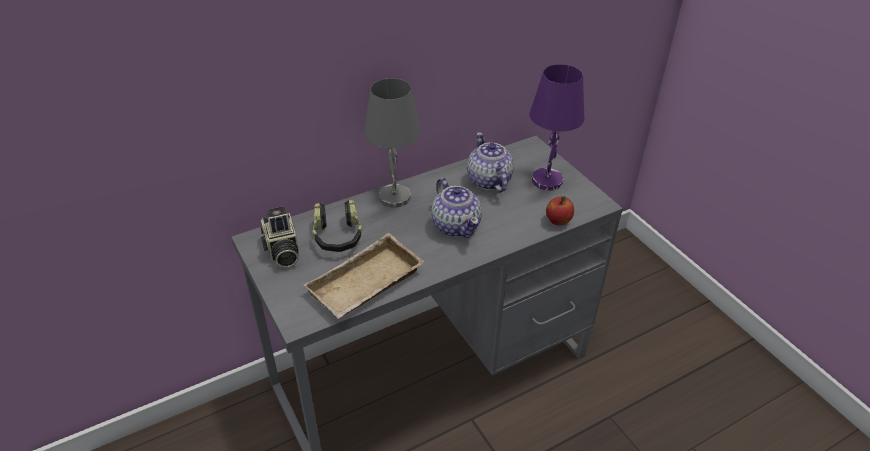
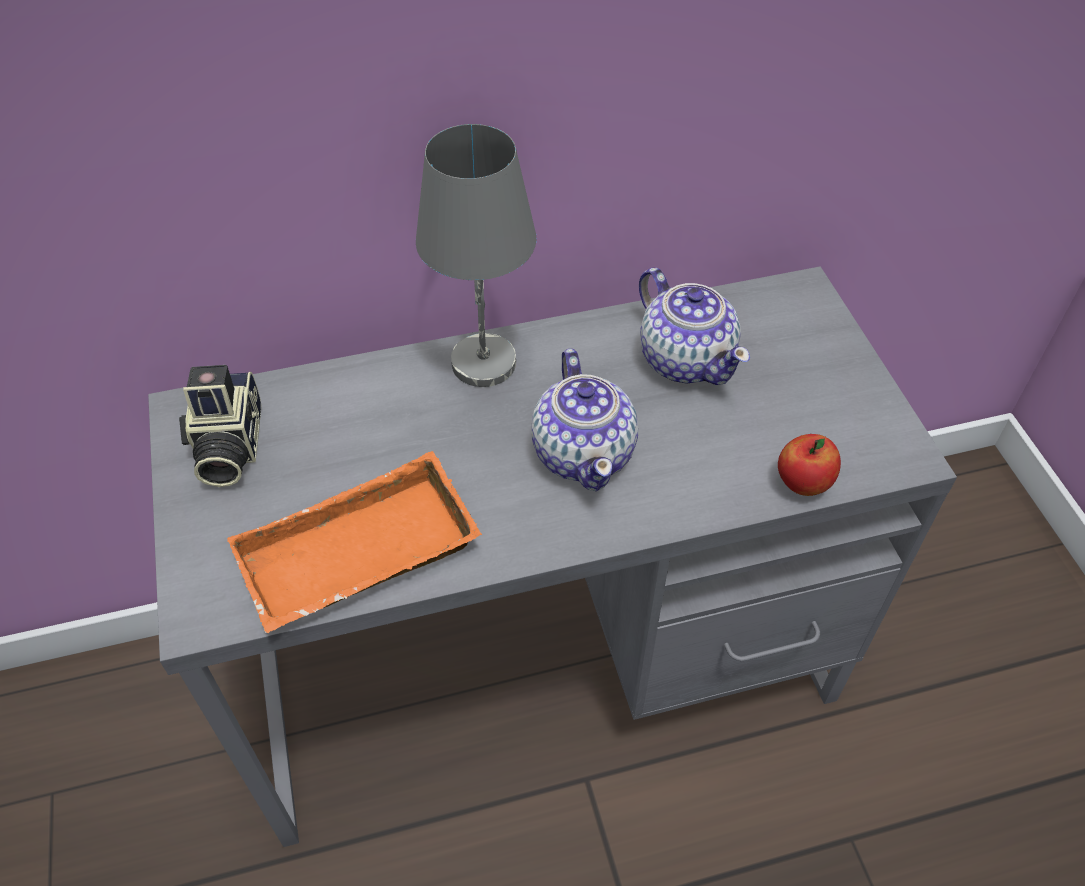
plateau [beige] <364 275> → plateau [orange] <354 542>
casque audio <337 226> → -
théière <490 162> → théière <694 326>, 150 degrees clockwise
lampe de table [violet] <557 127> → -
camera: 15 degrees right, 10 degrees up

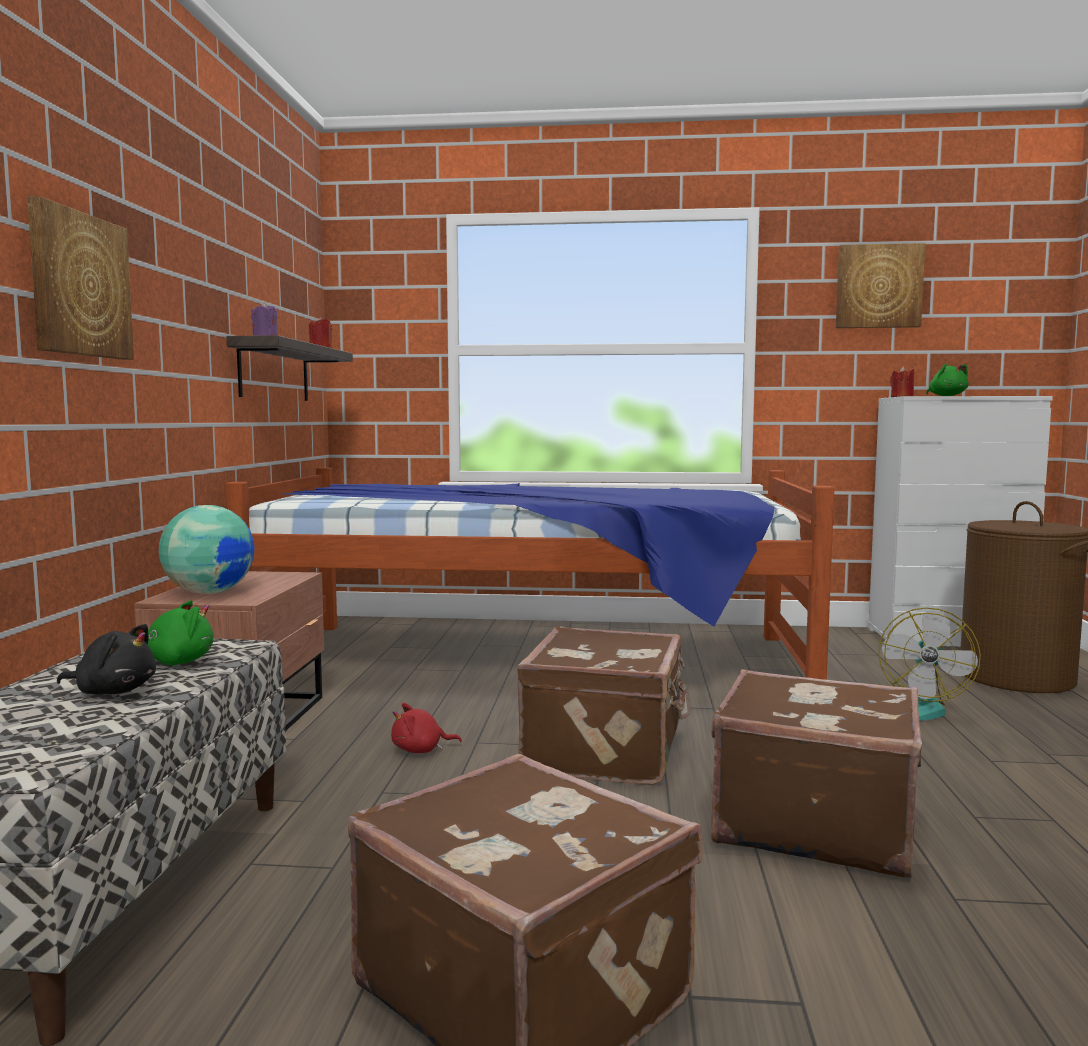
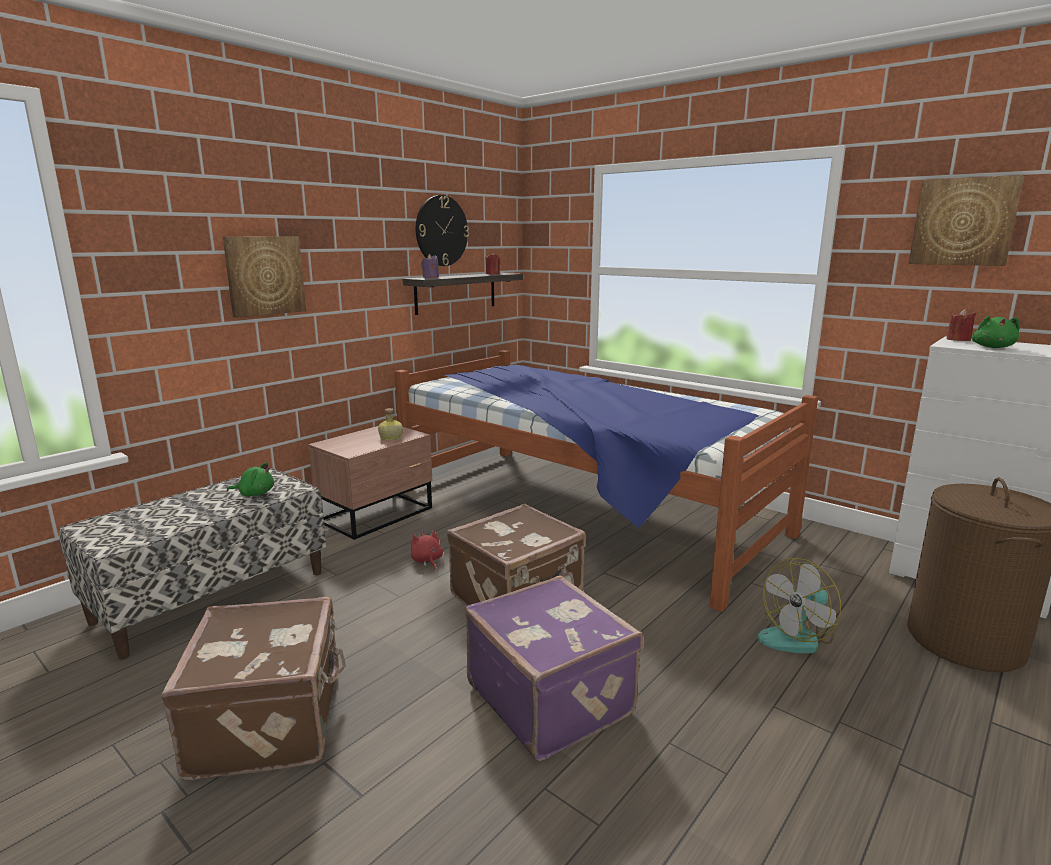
peluche [noir] <106 659> → -
globe <207 549> → -
peluche [rouge] <426 728> → peluche [rouge] <427 550>, 45 degrees clockwise
valise [marron] <816 773> → valise [violet] <554 668>
- → bouteille <390 424>
- → horloge murale <442 230>
camera: 35 degrees right, 10 degrees up

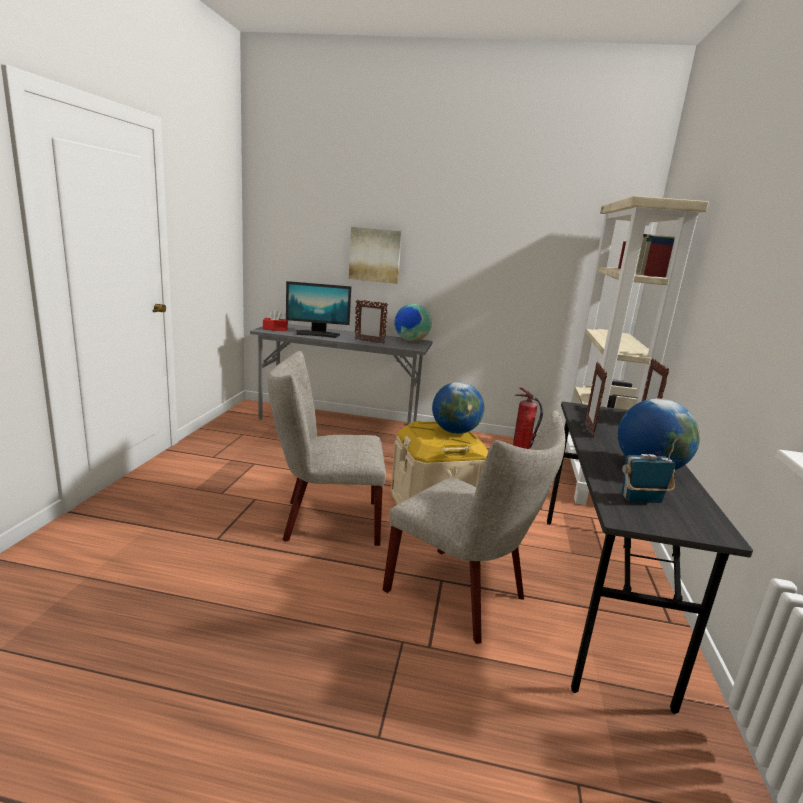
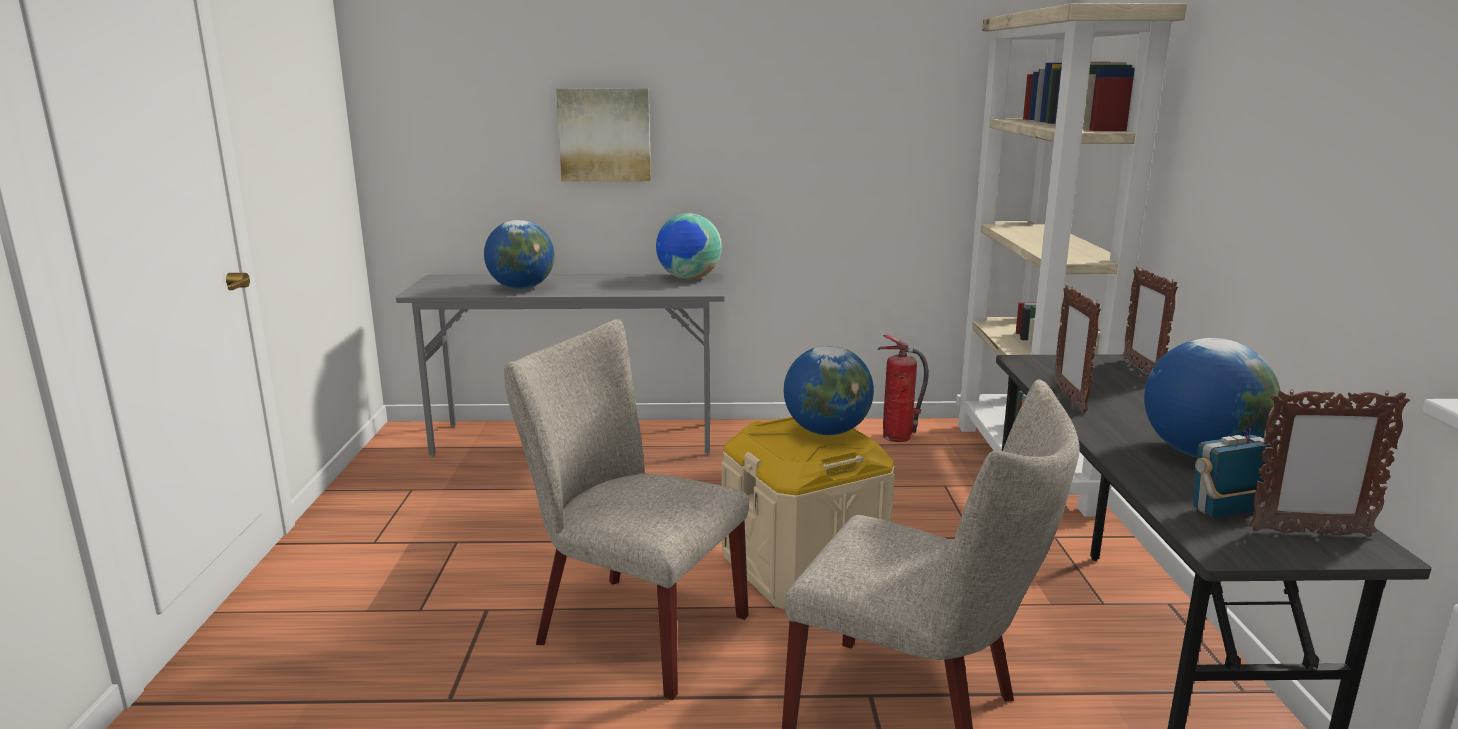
boîte à mouchoirs [rouge] <275 320> → -
chaise [beige] <327 448> → chaise [beige] <626 509>, 45 degrees clockwise
écran d'ordinateur <318 309> → globe <519 254>
cadre photo <371 322> → cadre photo <1329 463>, shifted
camera: 10 degrees left, 0 degrees up

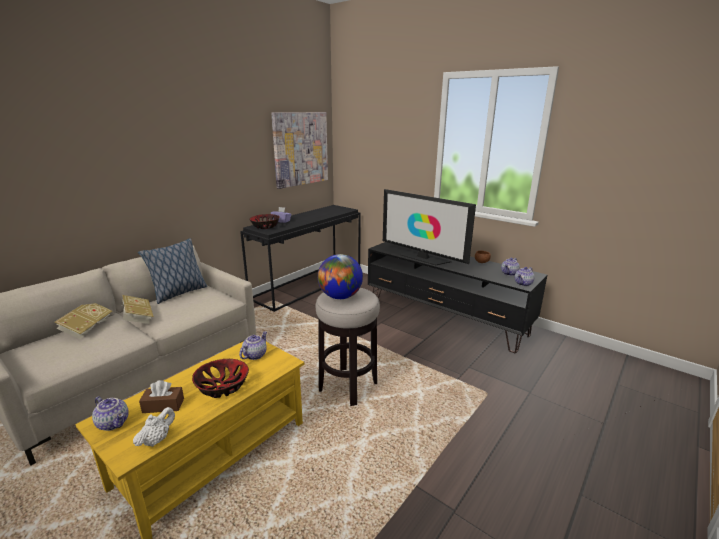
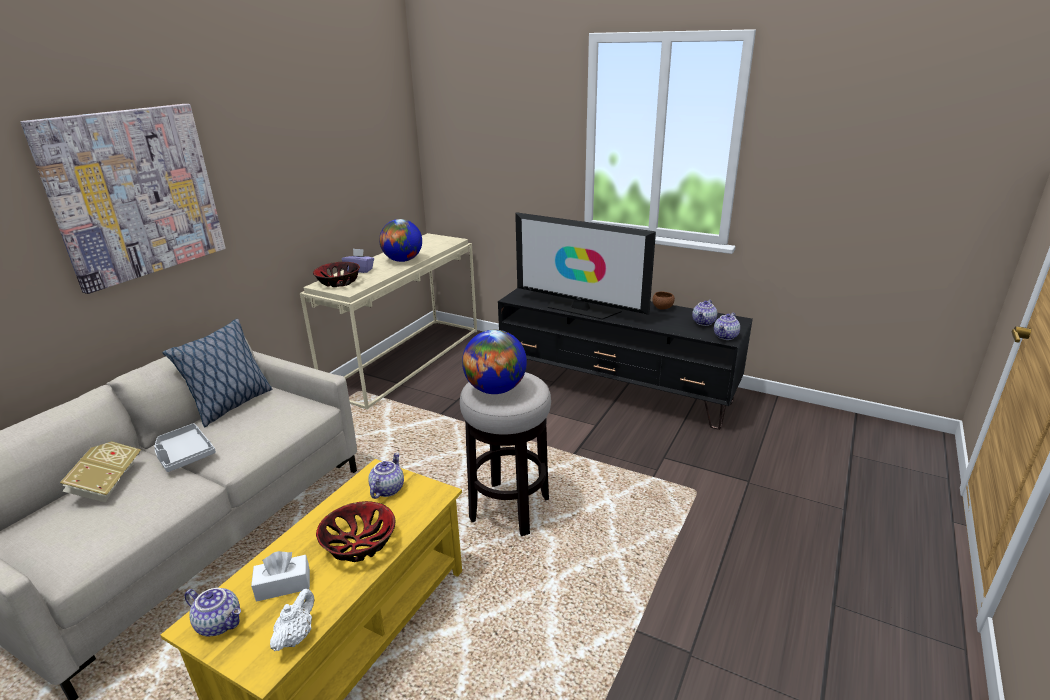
livre <138 309> → plateau [gris] <185 447>
boîte à mouchoirs [marron] <161 396> → boîte à mouchoirs [blanc] <280 576>
table console [noir] <300 258> → table console [beige] <388 321>
tableau <299 150> → tableau <123 199>, shifted
- → globe <400 240>
camera: 10 degrees left, 5 degrees up

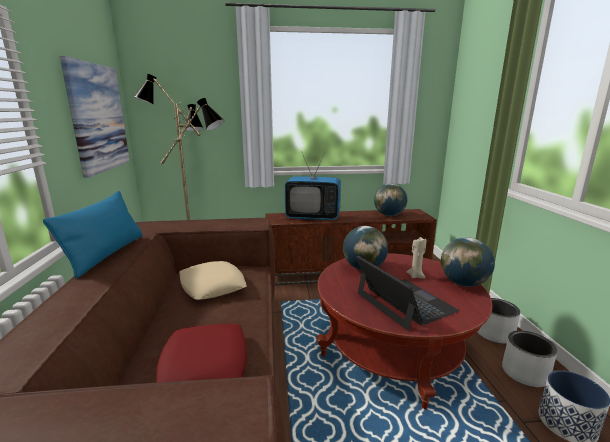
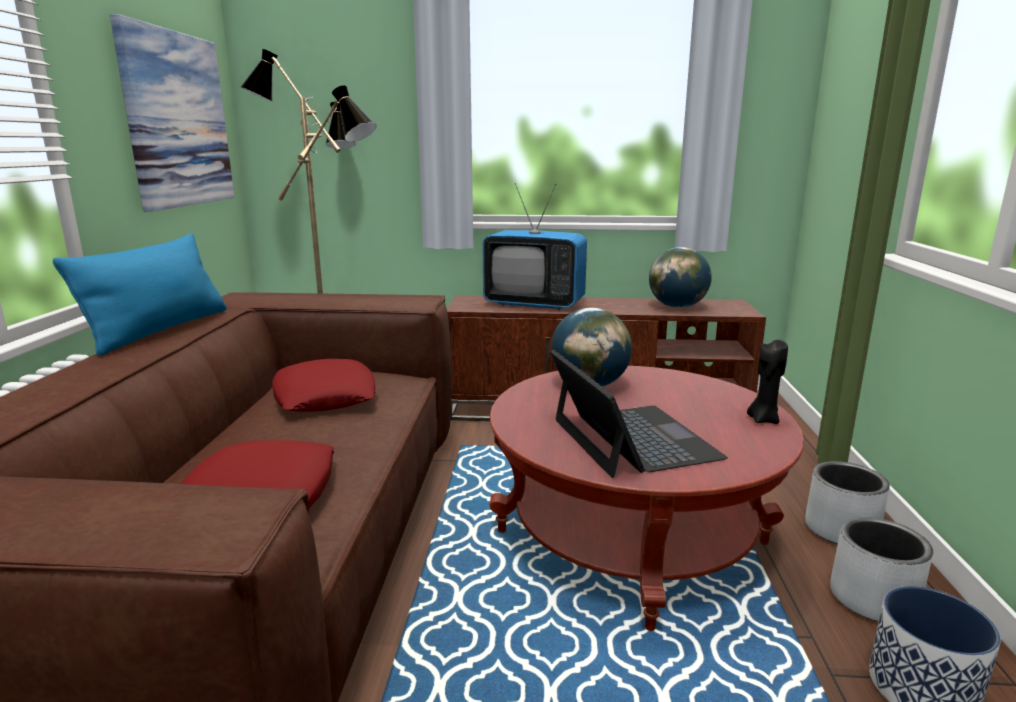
coussin [beige] <213 280> → coussin [rouge] <324 385>
bougie [beige] <416 258> → -
globe <468 262> → bougie [noir] <767 382>
camera: 10 degrees right, 0 degrees up

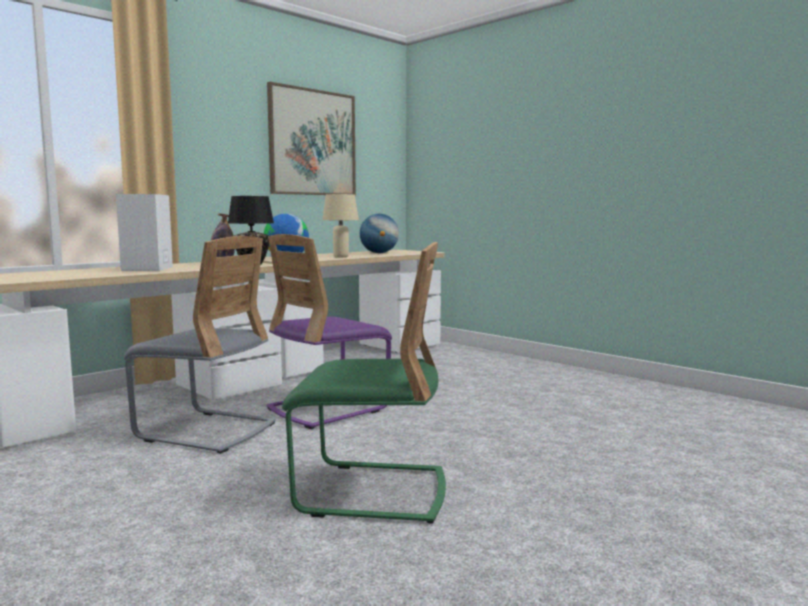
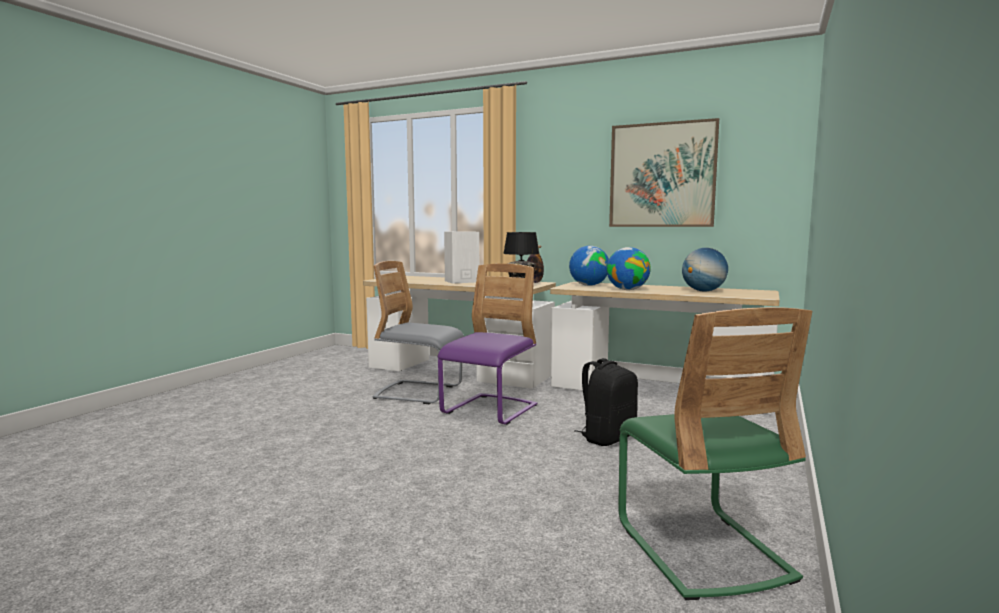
chaise [gris] <200 345> → chaise [gris] <418 332>, 105 degrees clockwise
chaise [violet] <329 331> → chaise [violet] <487 344>, 90 degrees clockwise
chaise [vert] <364 383> → chaise [vert] <715 453>, shifted
lampe de table [beige] <340 226> → globe <629 268>
- → sac à dos [noir] <606 402>
camera: 70 degrees right, 0 degrees up

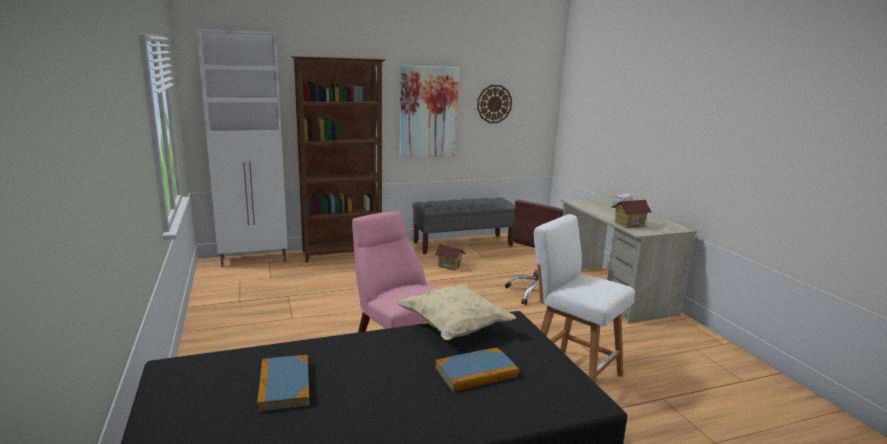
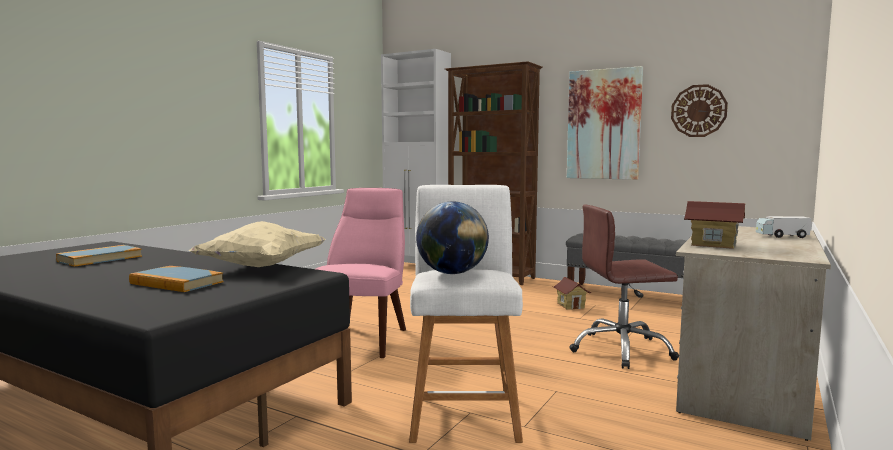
- → globe <452 237>
camera: 50 degrees right, 10 degrees down

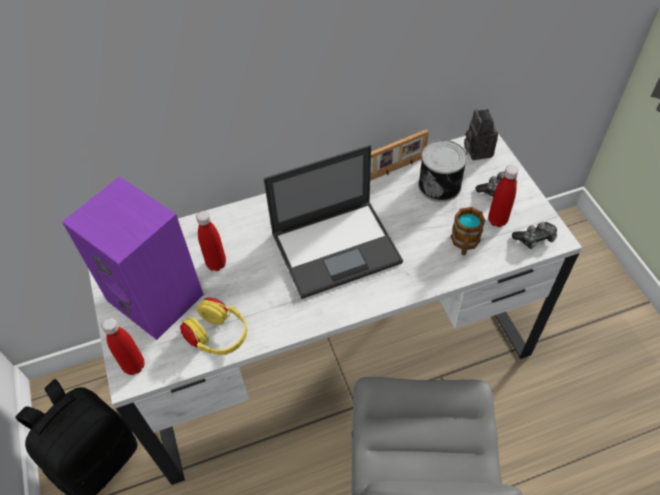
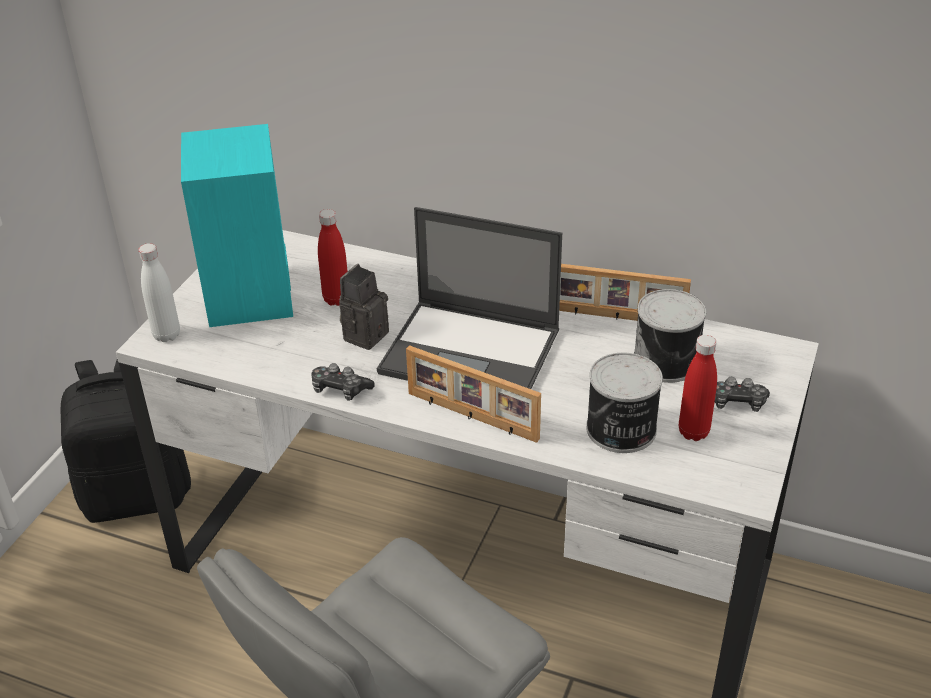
enceinte [violet] <133 258> → enceinte [turquoise] <237 225>
bouteille [rouge] <123 346> → bouteille [blanc] <159 292>
casque audio [jaune] <214 326> → -
mug <468 231> → boîte métallique <624 403>
appareil photo <481 134> → appareil photo <364 307>, shifted
manette <534 235> → manette <343 381>, shifted
- → cadre photo <473 394>
camera: 40 degrees right, 15 degrees down

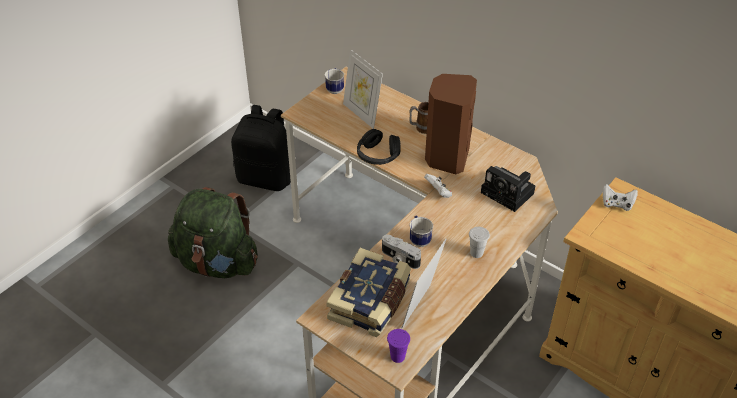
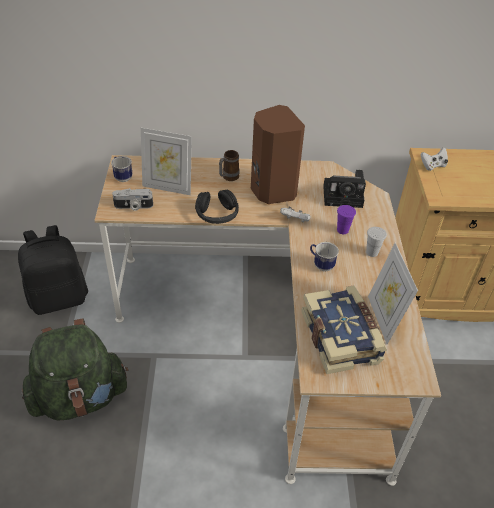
appareil photo <401 252> → appareil photo <132 199>, shifted
tasse [violet] <398 346> → tasse [violet] <346 219>, shifted
camera: 40 degrees left, 0 degrees up

